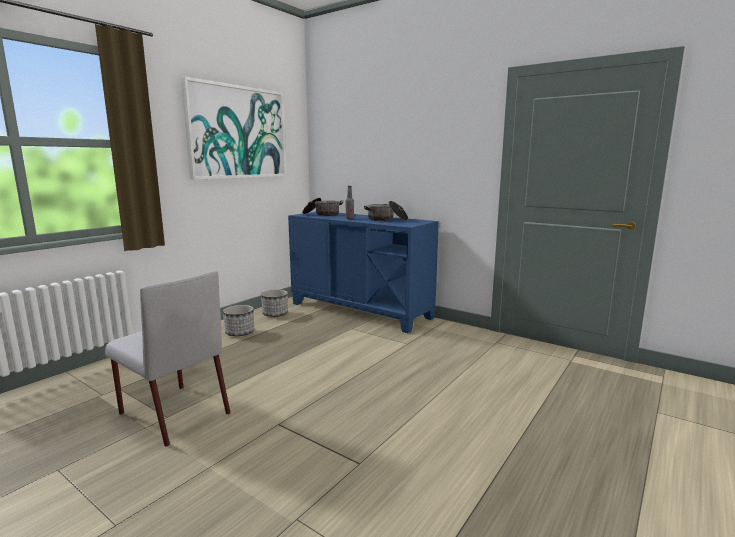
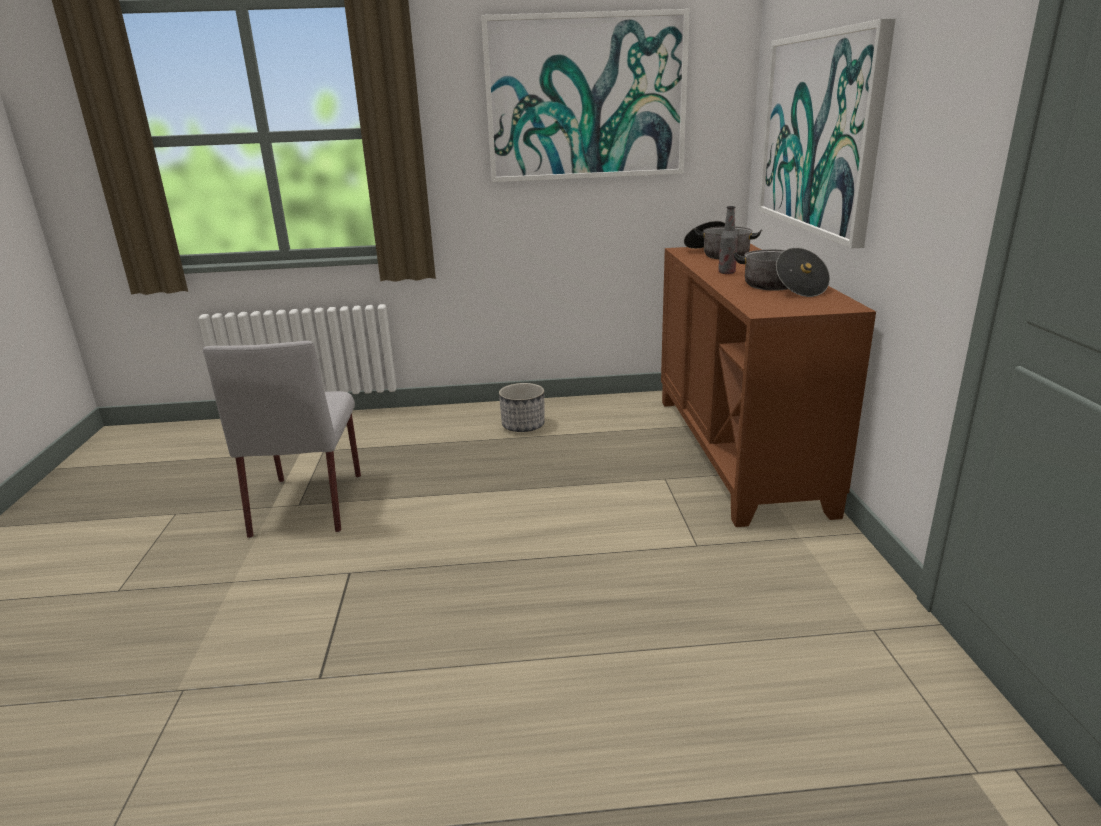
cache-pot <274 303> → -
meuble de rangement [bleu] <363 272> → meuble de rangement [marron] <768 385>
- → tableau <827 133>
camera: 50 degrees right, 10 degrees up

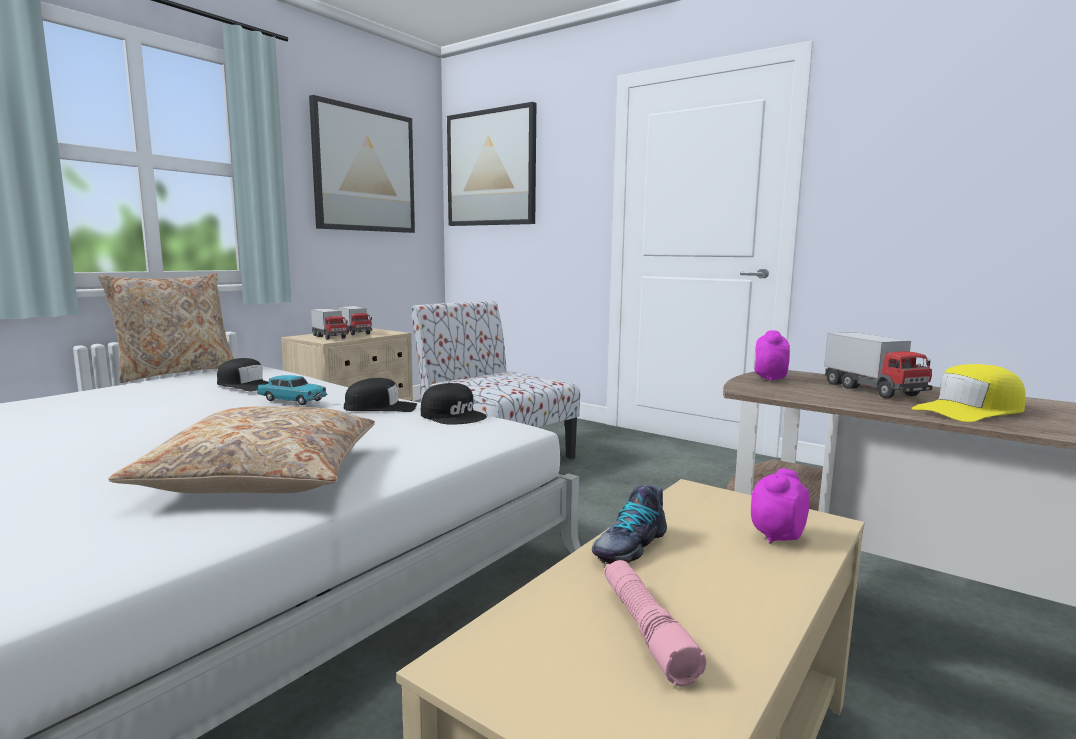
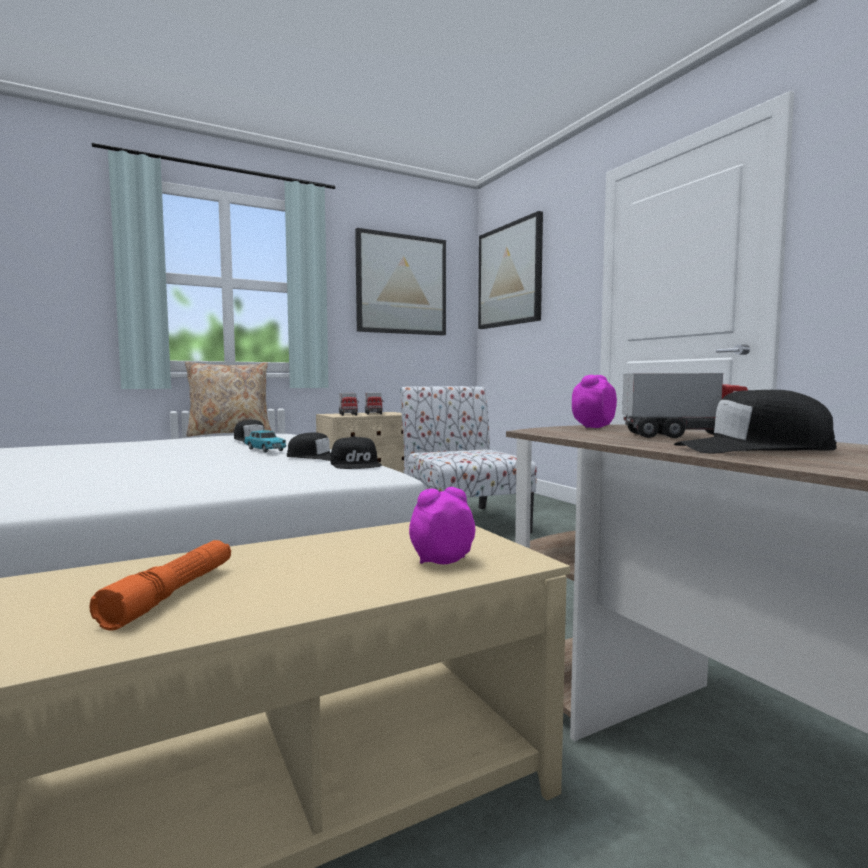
coussin [beige] <241 449> → -
chaussure <629 524> → -
lampe de poche [rose] <655 623> → lampe de poche [orange] <160 585>
camion jouet <878 365> → camion jouet <685 405>, 90 degrees counterclockwise
casquette [jaune] <968 393> → casquette [noir] <755 421>
camera: 25 degrees right, 5 degrees down

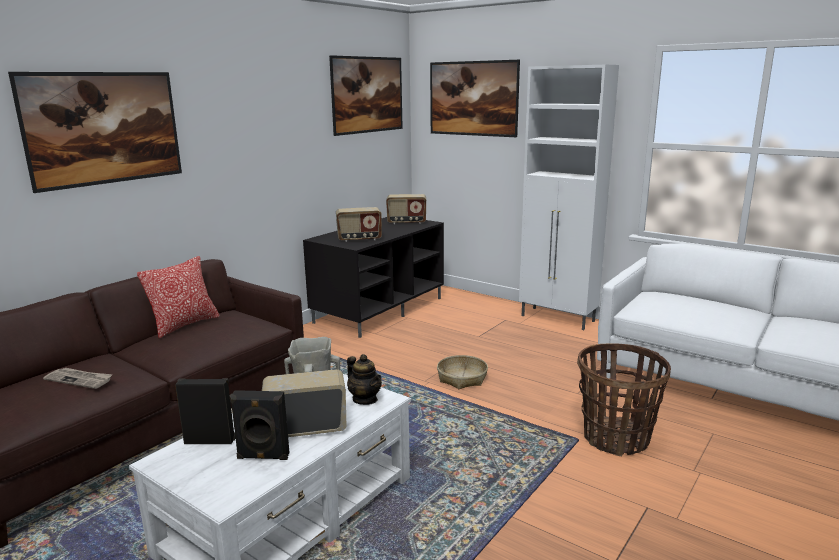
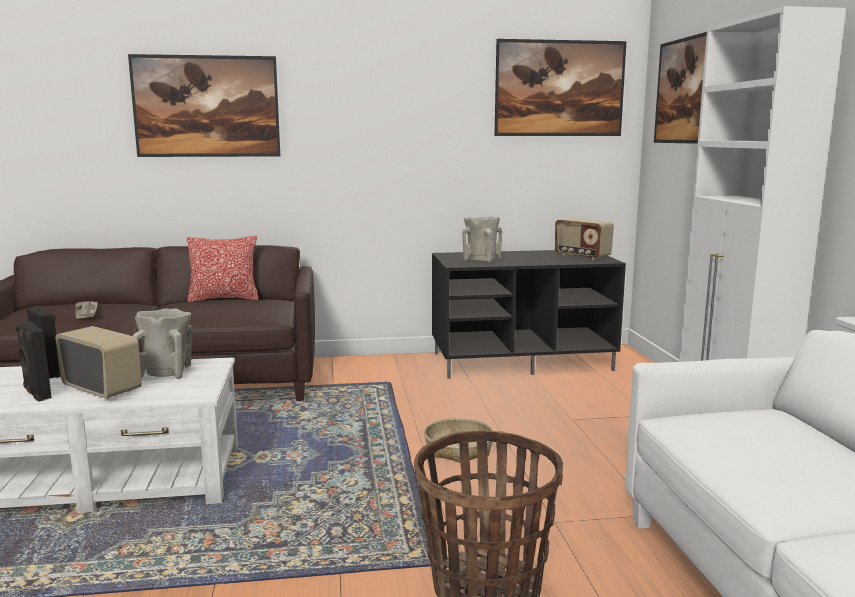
radio <359 224> → vase [beige] <482 239>
théière <364 379> → -
camera: 45 degrees right, 5 degrees down

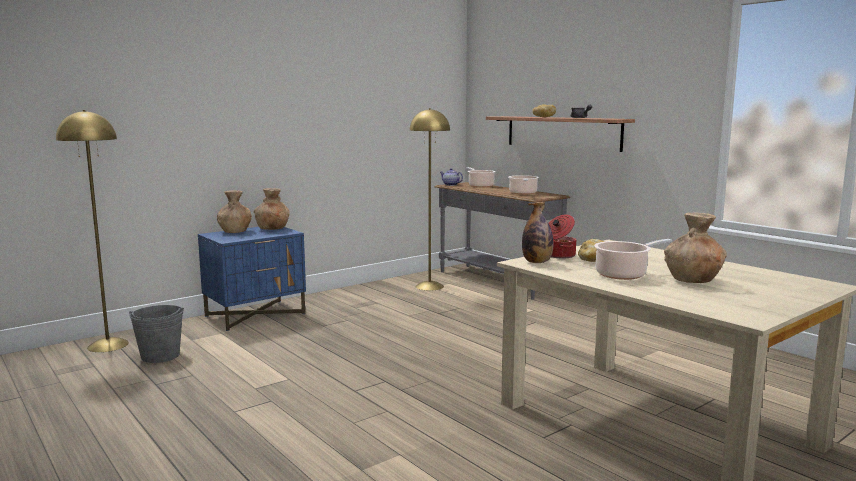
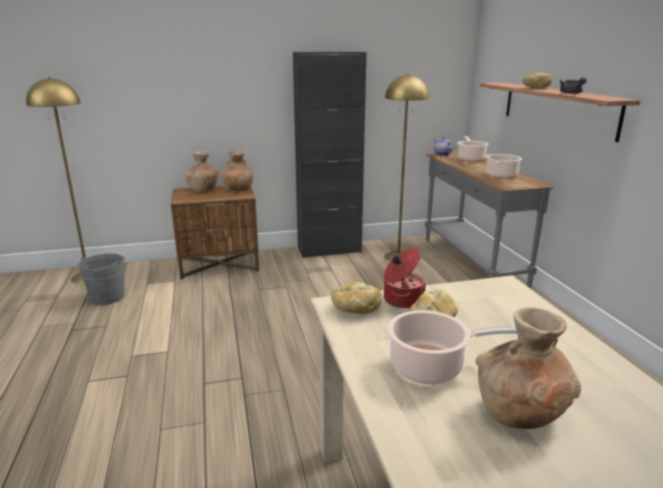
table de chevet [bleu] <252 279> → table de chevet [marron] <215 233>
bouteille <538 232> → pain <356 298>
- → meuble de rangement [noir] <330 155>
camera: 25 degrees right, 10 degrees up

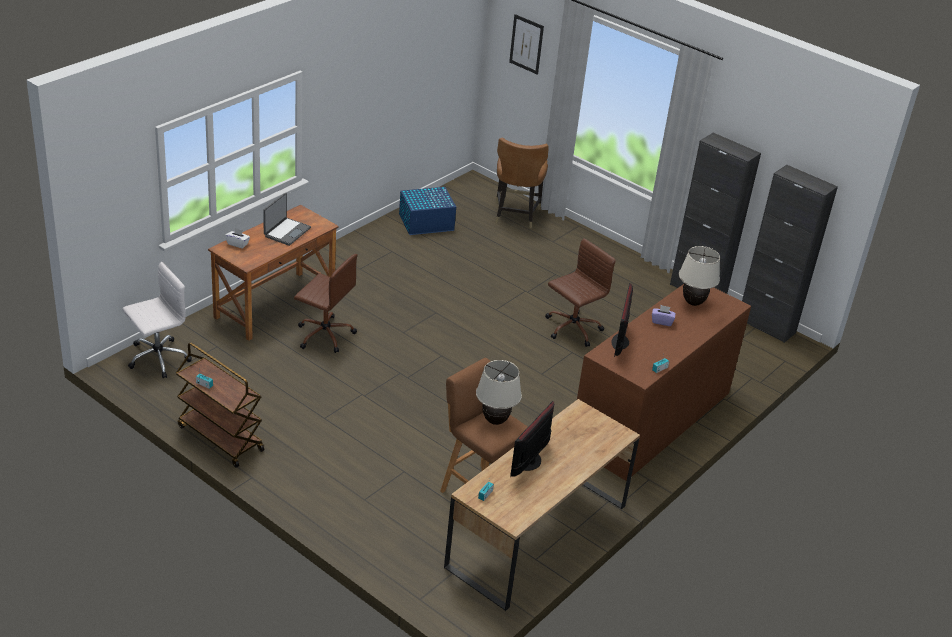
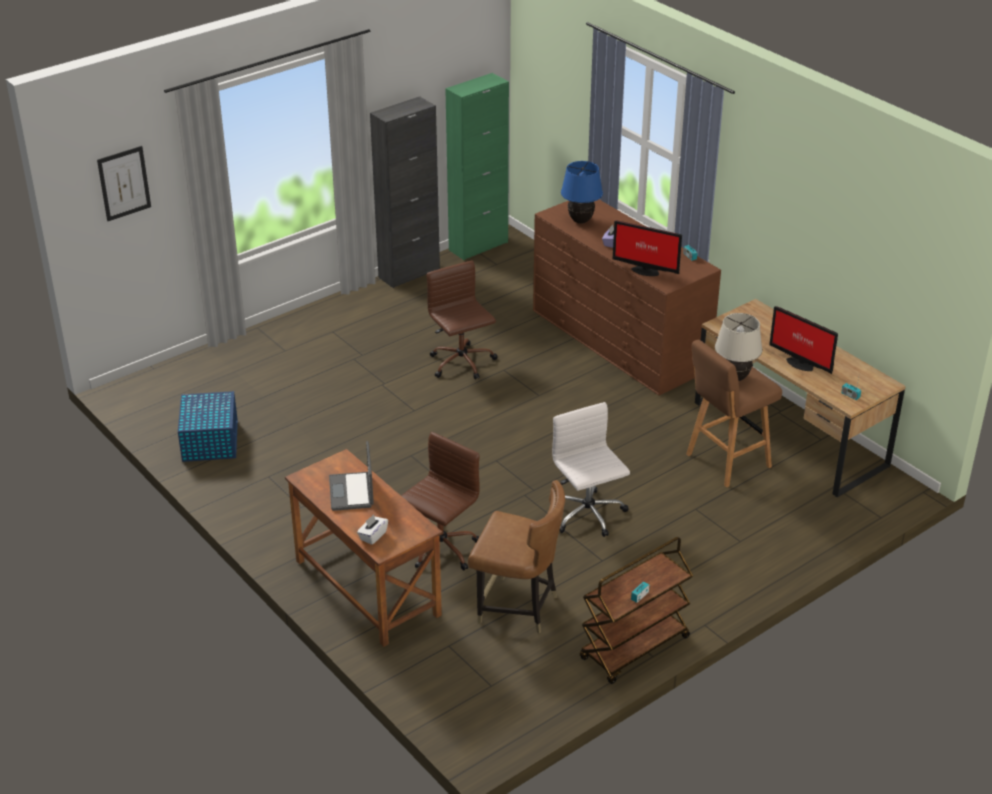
chaise de bureau [blanc] <157 320> → chaise de bureau [blanc] <591 469>, shifted
ordinateur portable <287 219> → ordinateur portable <351 476>, 135 degrees counterclockwise
chaise [marron] <522 183> → chaise [marron] <516 556>, shifted
lampe de table [beige] <699 276> → lampe de table [bleu] <582 192>
meuble de rangement [noir] <790 254> → meuble de rangement [vert] <477 166>
camera: 75 degrees left, 0 degrees up

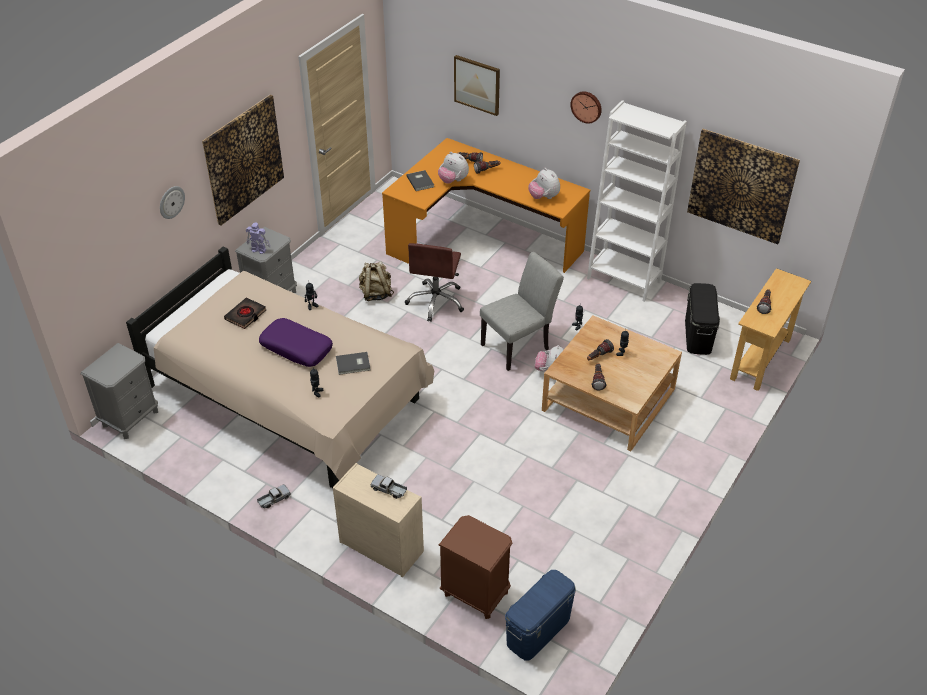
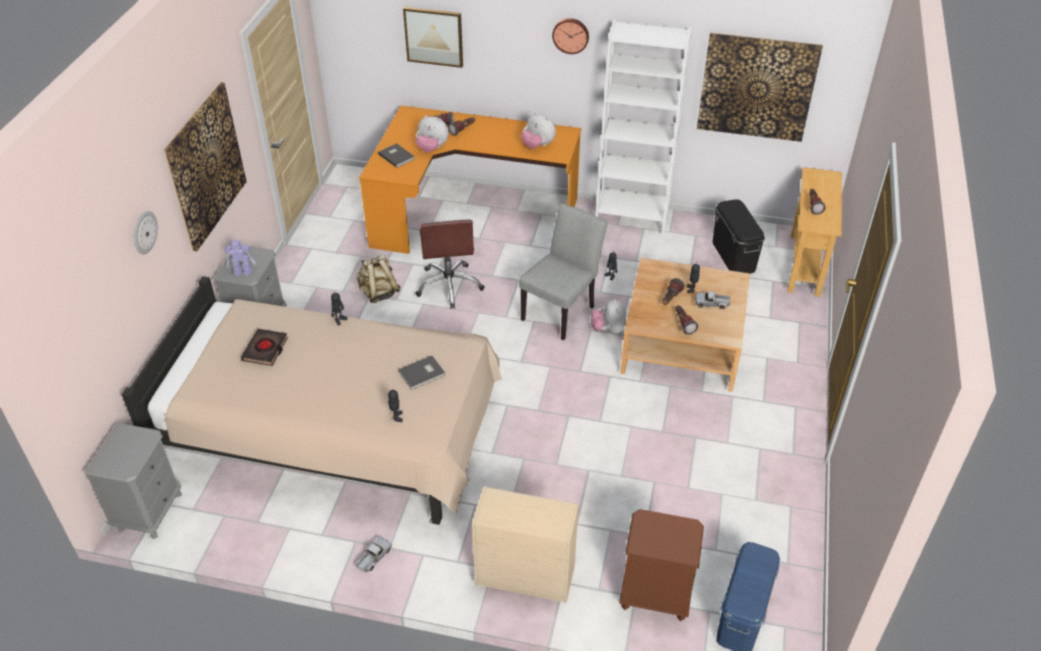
coussin [violet] <296 342> → -
camion jouet <389 487> → camion jouet <712 300>, shifted
camera: 20 degrees left, 0 degrees up

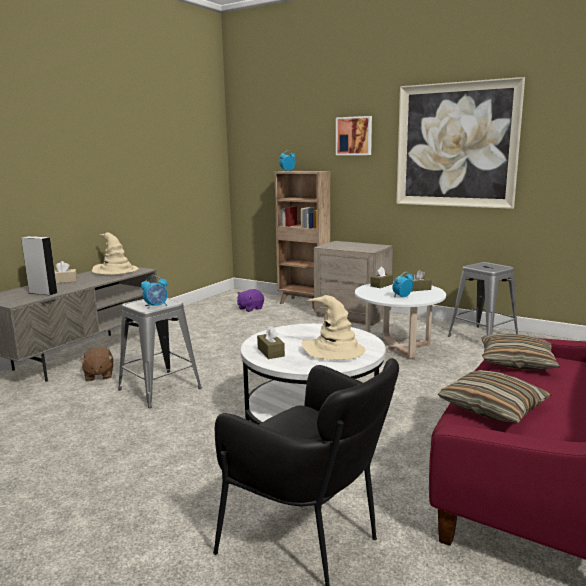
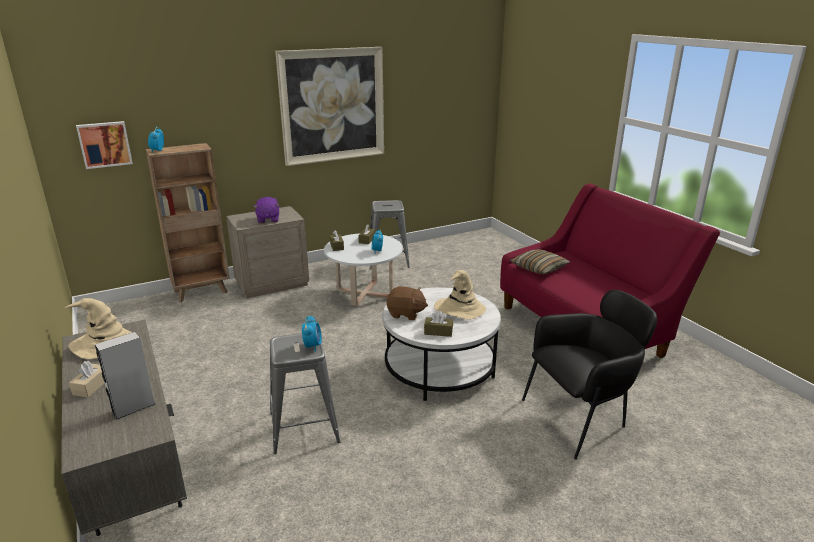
peluche [marron] <96 364> → peluche [marron] <407 303>, shifted
peluche [violet] <250 300> → peluche [violet] <266 210>, shifted
tableau <354 135> → tableau <104 145>, shifted
coussin <495 396> → -
camera: 60 degrees left, 10 degrees up

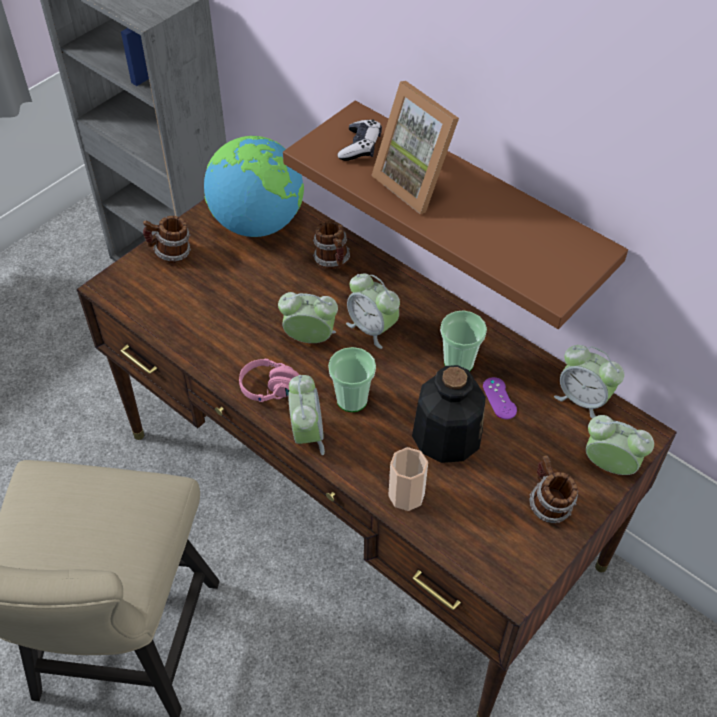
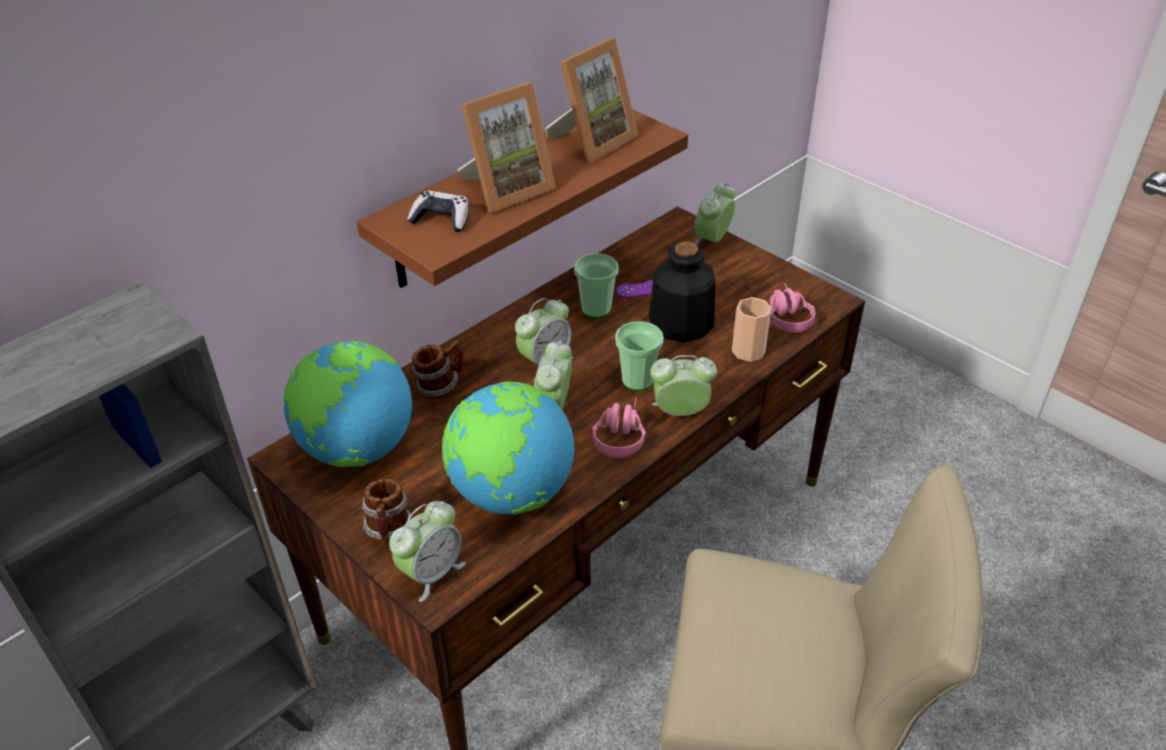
mug <553 489> → -
réveil <589 382> → réveil <427 551>, shifted
- → globe <508 448>
- → cadre photo <592 100>
- → casque audio [rose] <792 307>
camera: 85 degrees left, 10 degrees down

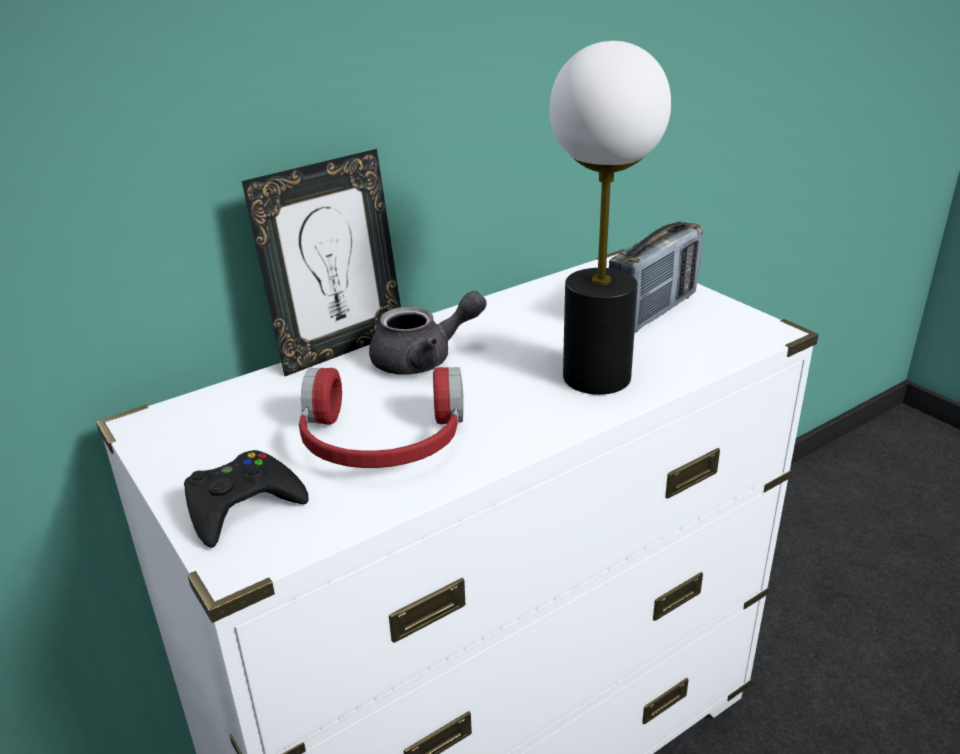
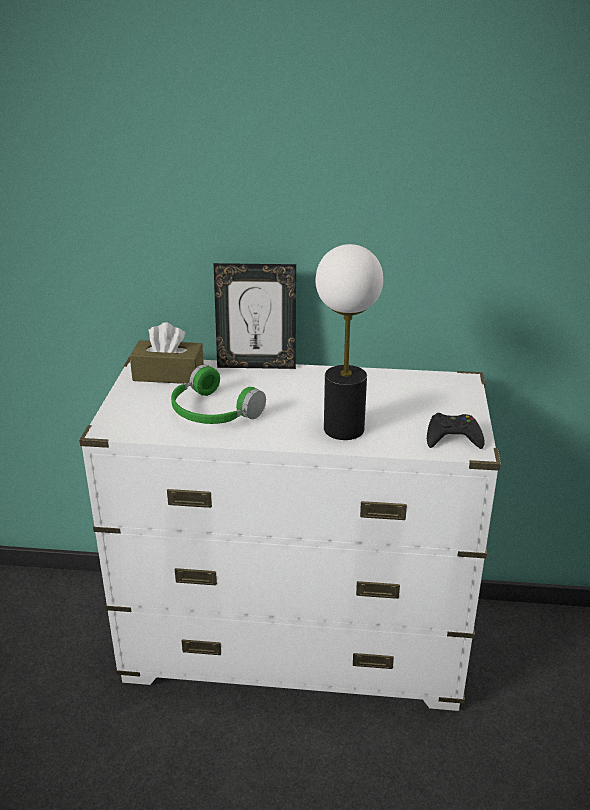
manette [noir] <246 499> → manette [noir] <456 431>, shifted
casque audio [rouge] <381 417> → casque audio [vert] <218 394>
théière [gris] <427 332> → -
radio <656 277> → -
- → boîte à mouchoirs [marron] <167 353>
camera: 40 degrees right, 0 degrees up

